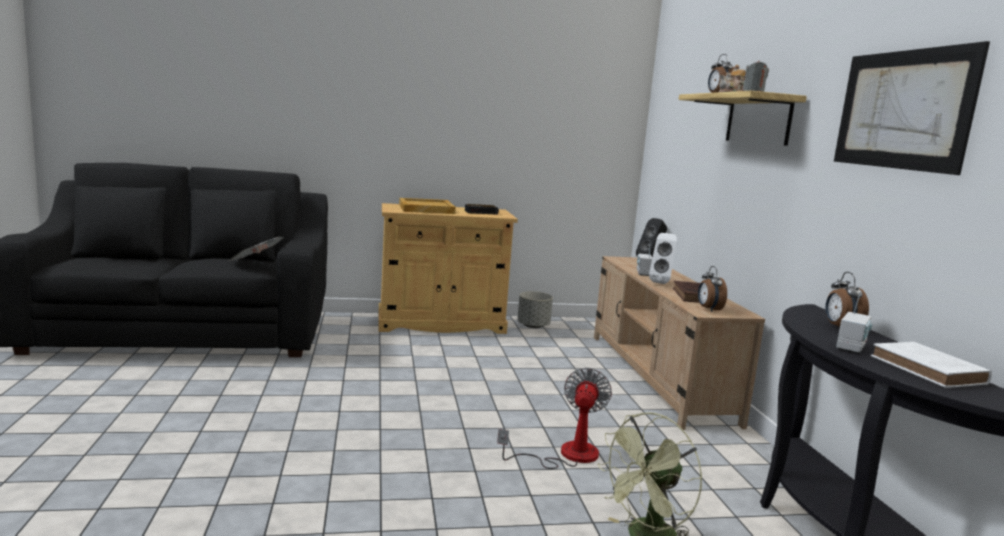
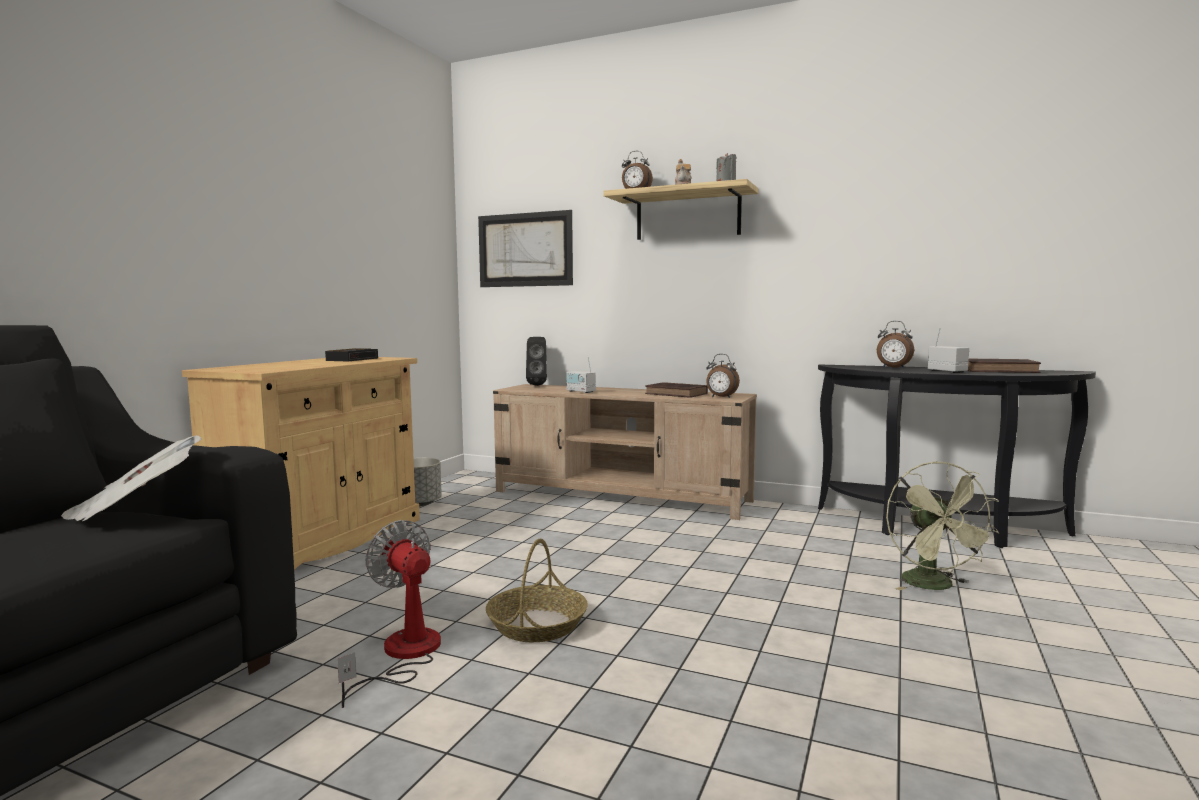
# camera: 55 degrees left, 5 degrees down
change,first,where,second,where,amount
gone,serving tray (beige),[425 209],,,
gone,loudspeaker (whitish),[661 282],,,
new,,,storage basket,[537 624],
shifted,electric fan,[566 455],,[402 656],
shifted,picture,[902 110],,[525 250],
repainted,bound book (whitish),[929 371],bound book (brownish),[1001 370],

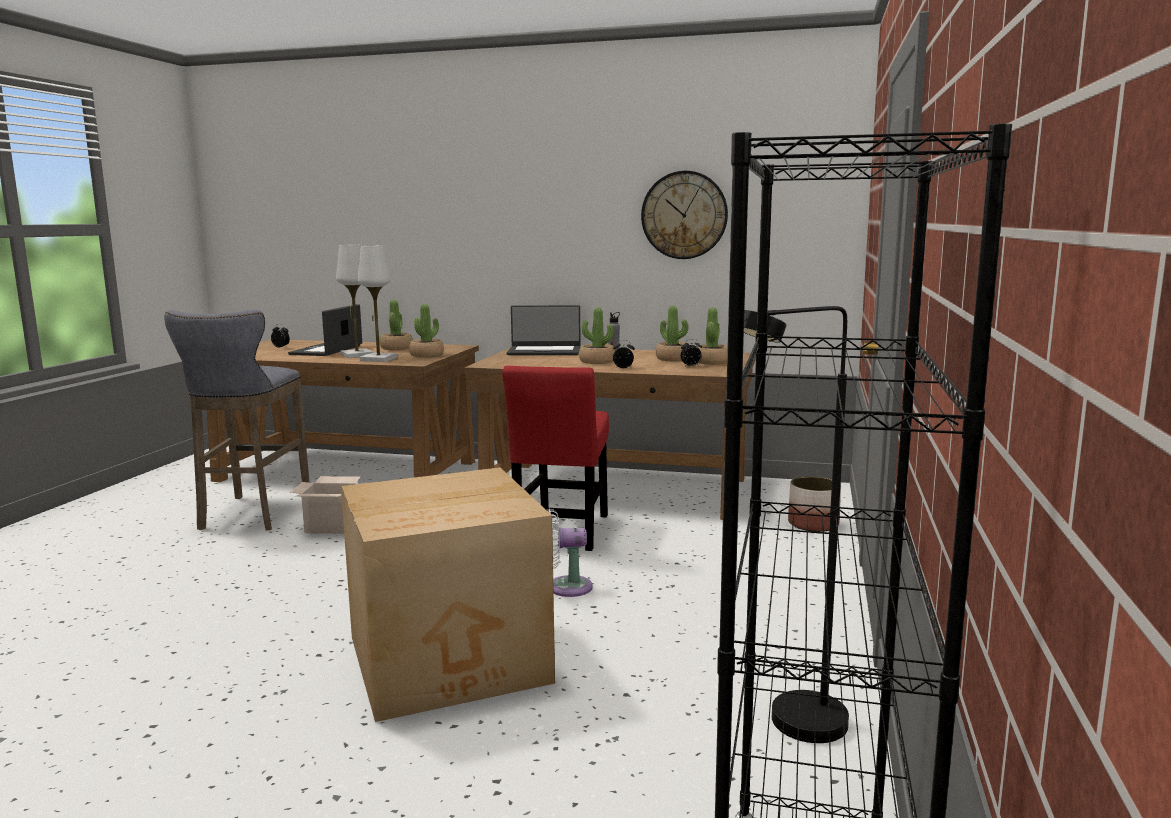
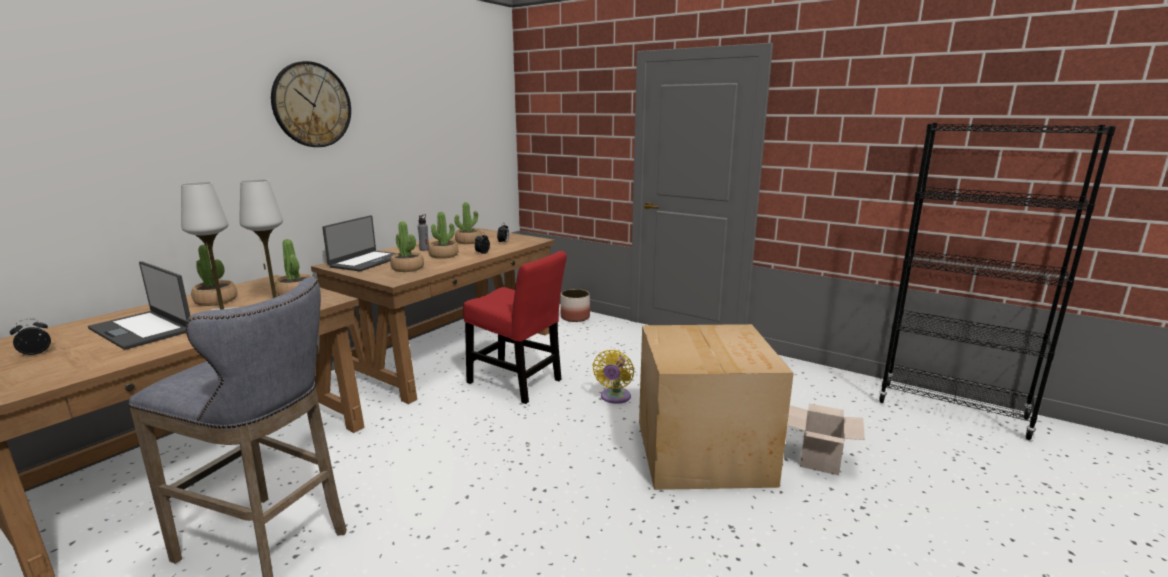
# camera: 70 degrees left, 5 degrees up
change,first,where,second,where,amount
gone,standard lamp (black-coloured),[793 728],,,
shifted,cardboard box,[333 527],,[819 458],
shifted,wall clock,[684 215],,[312 105],
shifted,potted plant,[712 362],,[408 268],
repainted,electric fan (whitish),[564 587],electric fan (yellowish),[614 398],

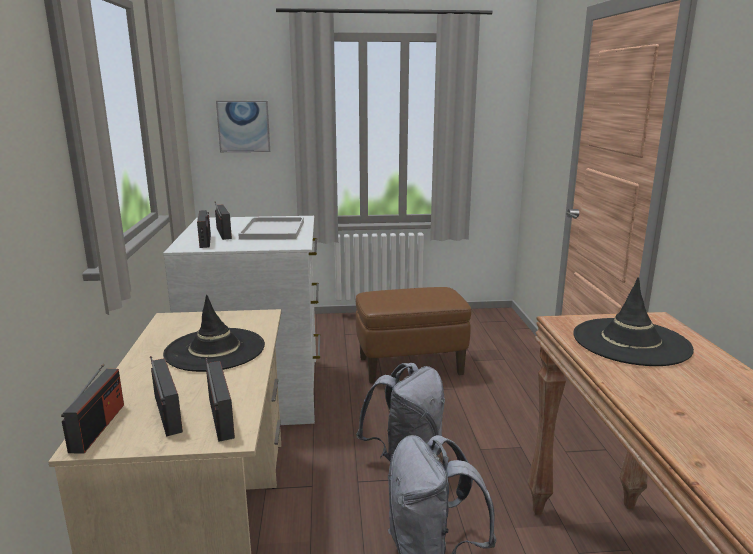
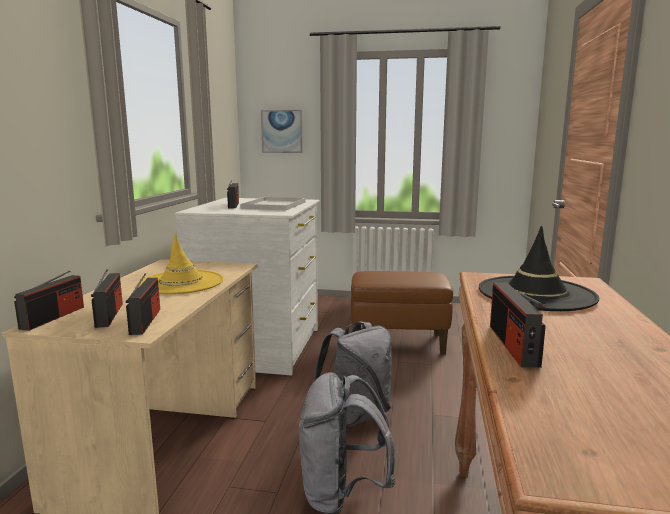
# camera: 15 degrees right, 5 degrees down
change,first,where,second,where,amount
shifted,radio set,[205 241],,[513 345],
repainted,wearable hat (black-coloured),[215 350],wearable hat (yellowish),[181 283],

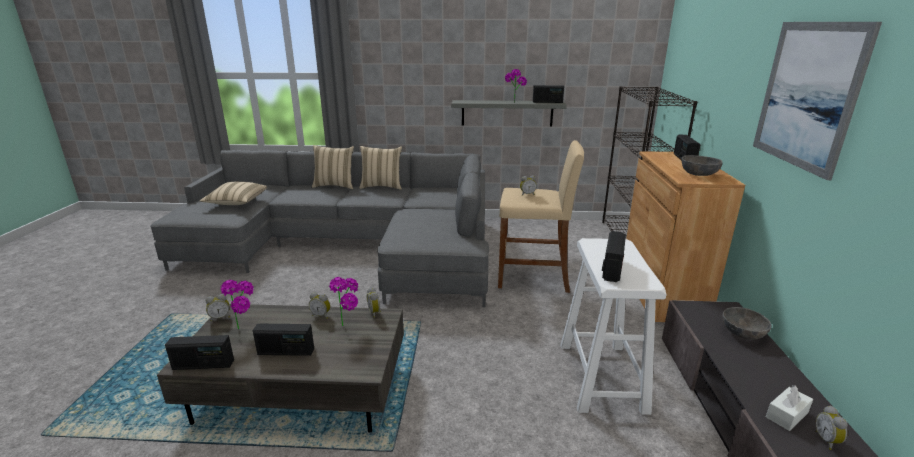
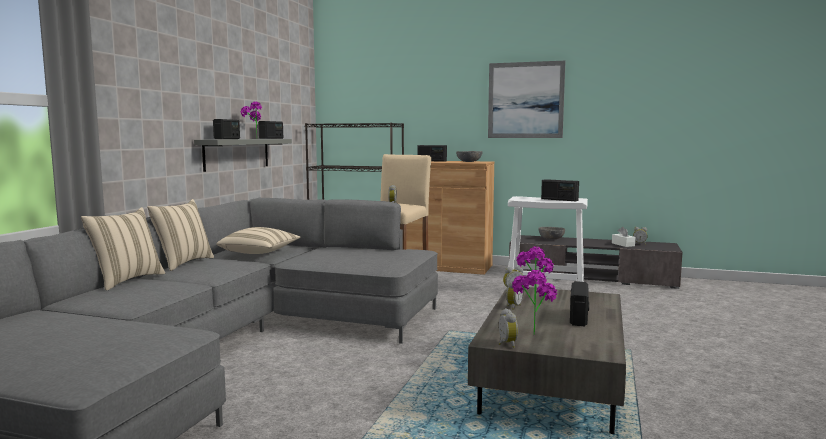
# camera: 75 degrees left, 15 degrees down
change,first,where,second,where,amount
shifted,radio set,[203 365],,[227 139],
shifted,pillow (beige),[236 203],,[259 252],

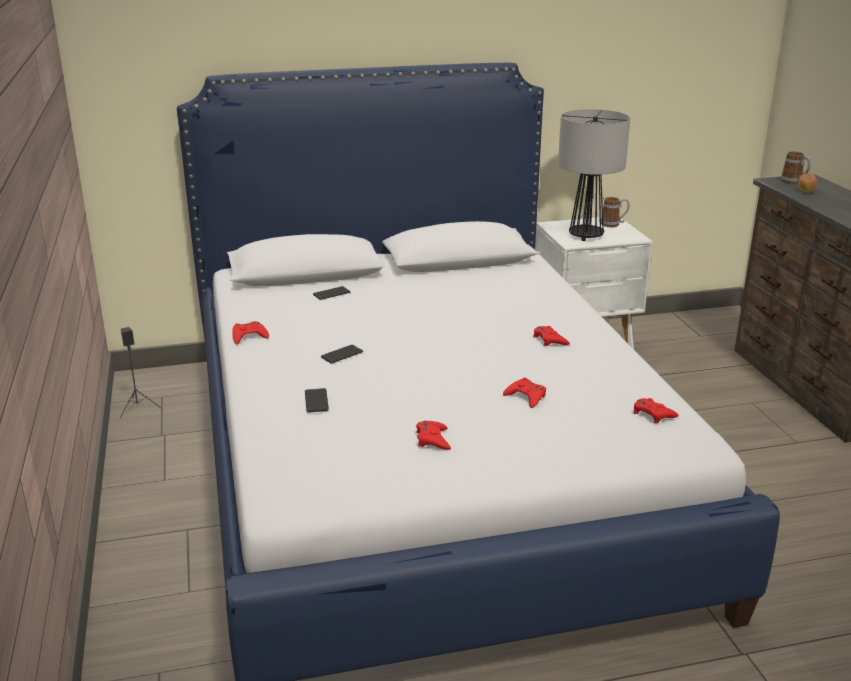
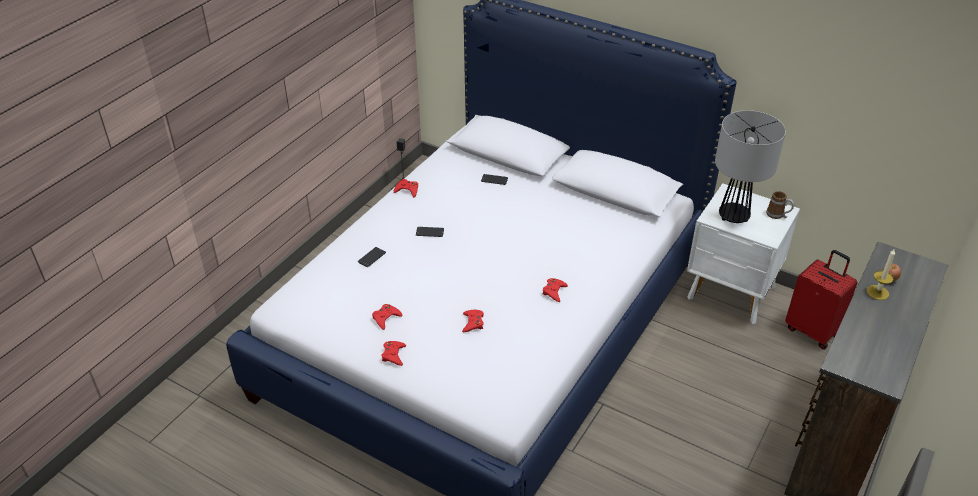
# camera: 45 degrees right, 15 degrees up
change,first,where,second,where,amount
gone,tea mug,[794 182],,,
new,,,piece of luggage (reddish),[812 331],
new,,,candle,[877 292],
shifted,joypad (reddish),[653 414],,[393 355],

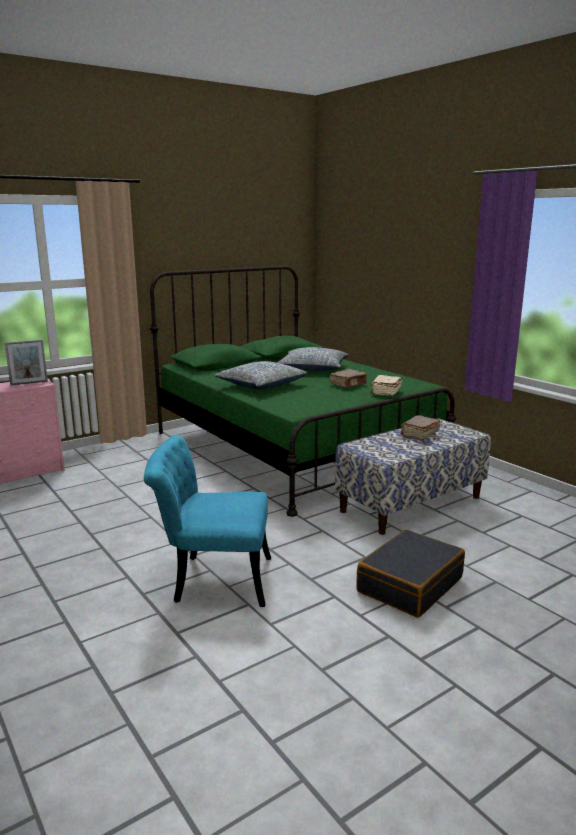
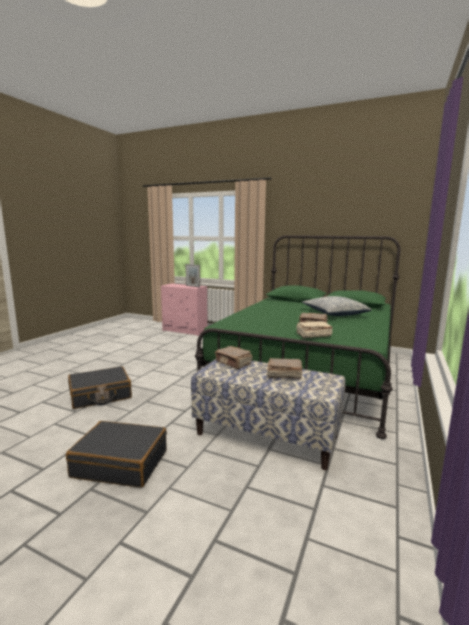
# camera: 60 degrees right, 5 degrees down
change,first,where,second,where,amount
gone,pillow,[261 385],,,
new,,,bound book (brownish),[233 363],
swapped,upright chair (blue-green),[212 580],piece of luggage (black-coloured),[100 395],

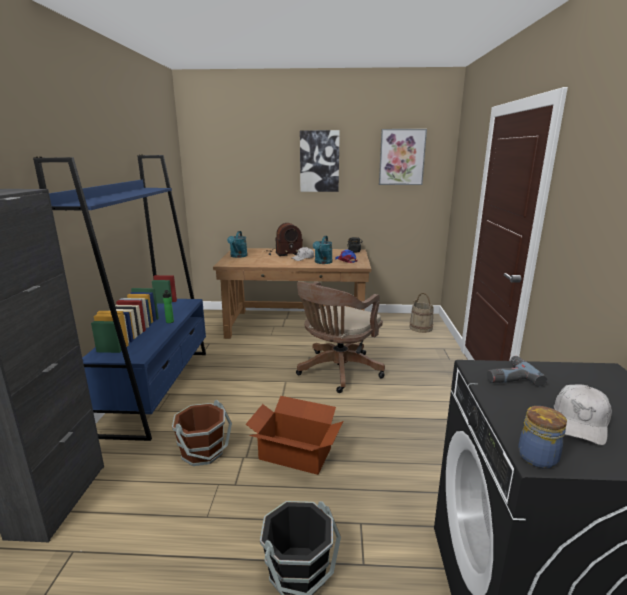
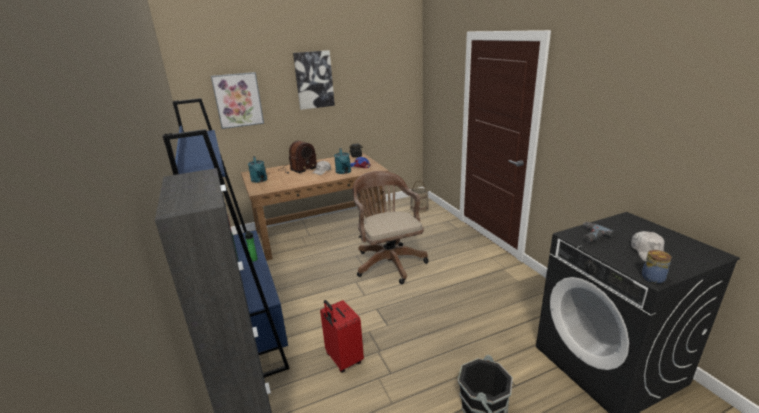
# camera: 25 degrees left, 5 degrees up
change,first,where,second,where,amount
gone,cardboard box,[295 453],,,
shifted,picture,[402 157],,[238 100],
swapped,bucket (brownish),[203 452],piece of luggage (reddish),[343 359],
rotated,desk chair (brownish),[337 372],,[388 261],150 degrees clockwise

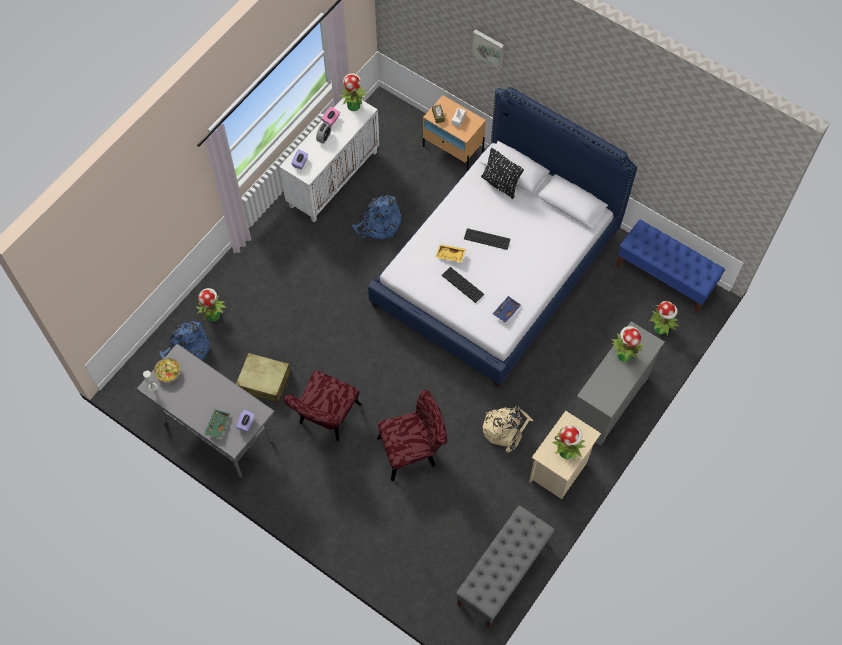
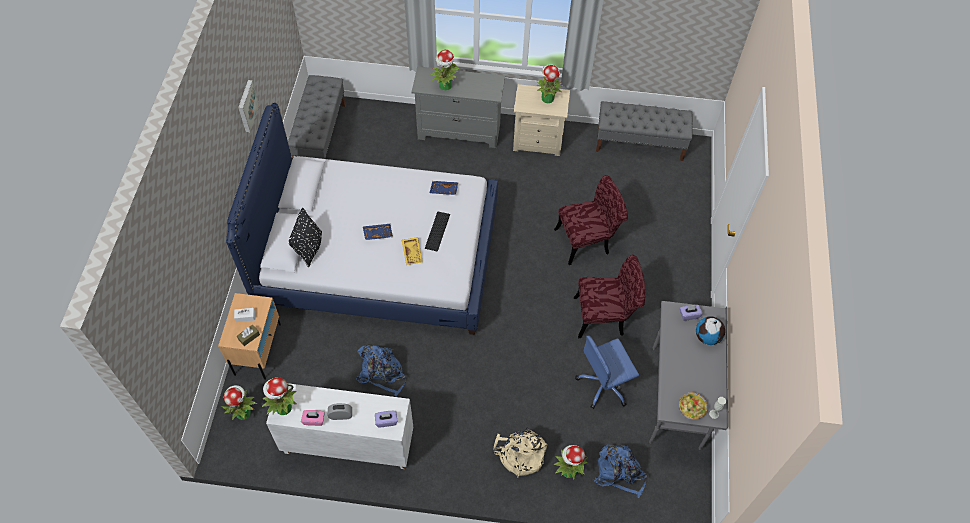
# camera: 120 degrees left, 5 degrees down
change,first,where,second,where,amount
shifted,picture,[488 48],,[246 106],
shifted,backpack (beige),[505 428],,[520 455],
shifted,potted plant,[661 328],,[243 412],
swapped,serving tray (greenish),[217 425],globe,[707 337],
swapped,piece of luggage (beige),[264 381],desk chair (blue-coloured),[604 384],
swapped,computer keyboard,[487 239],serving tray (blue-coloured),[378 233],
repainted,bench (blue-coloured),[665 277],bench (gray),[320 135],
rotated,upright chair (reddish),[413 450],,[587 240],120 degrees clockwise

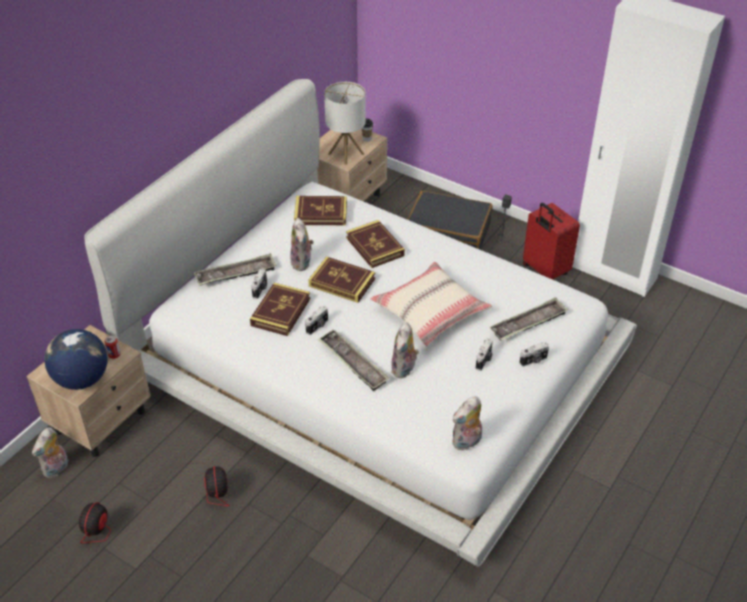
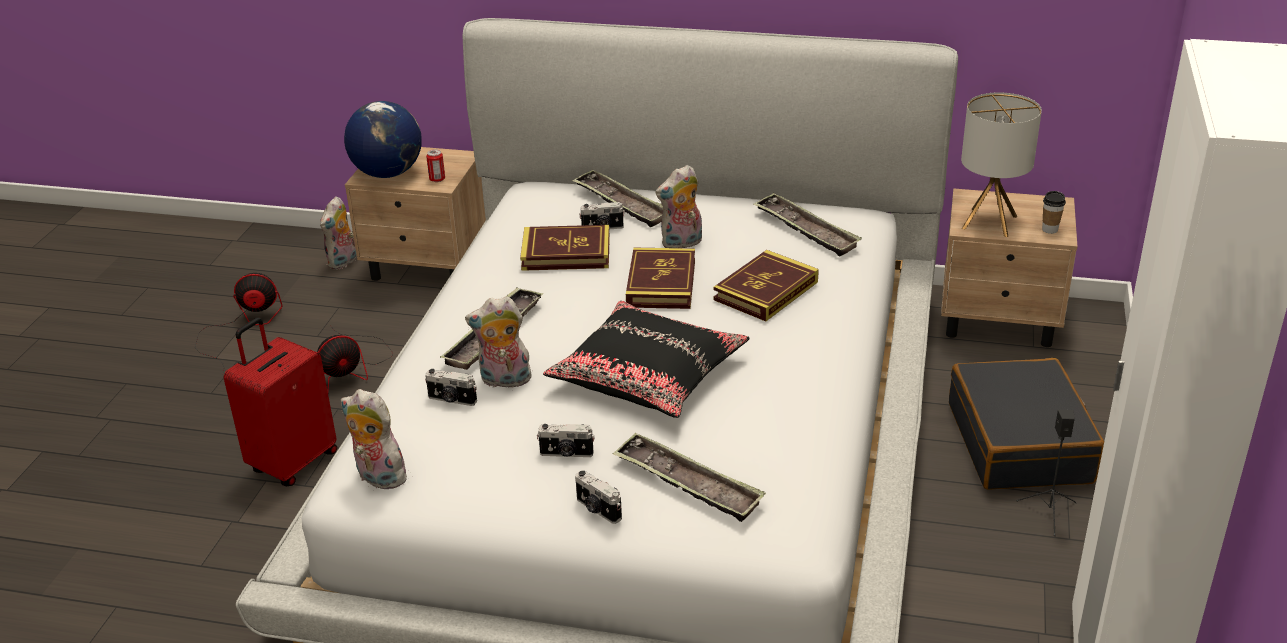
# camera: 70 degrees right, 10 degrees down
change,first,where,second,where,amount
shifted,photo camera,[318 326],,[452 400],
shifted,piece of luggage (reddish),[544 270],,[292 462],
swapped,bound book,[321 213],serving tray,[806 230],
repainted,pillow (beige),[430 312],pillow (black-coloured),[648 375],
rotated,cuddly toy,[56 469],,[344 262],75 degrees counterclockwise

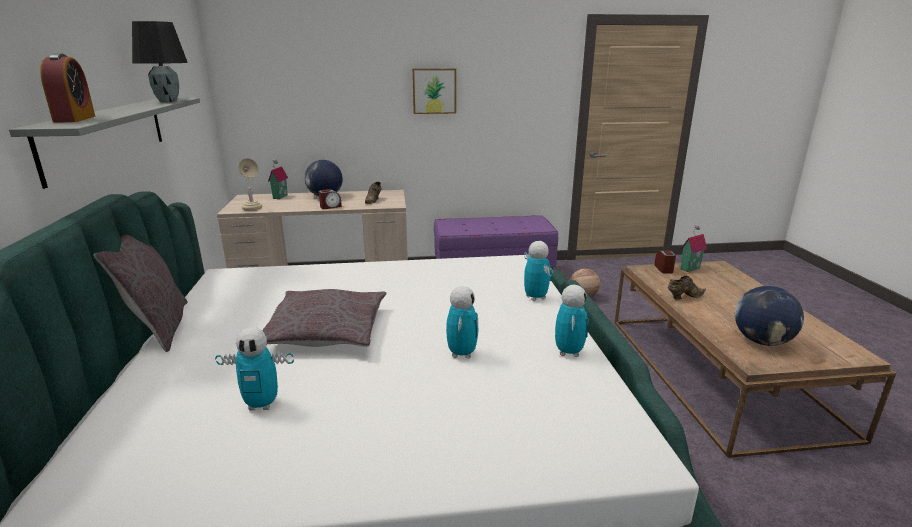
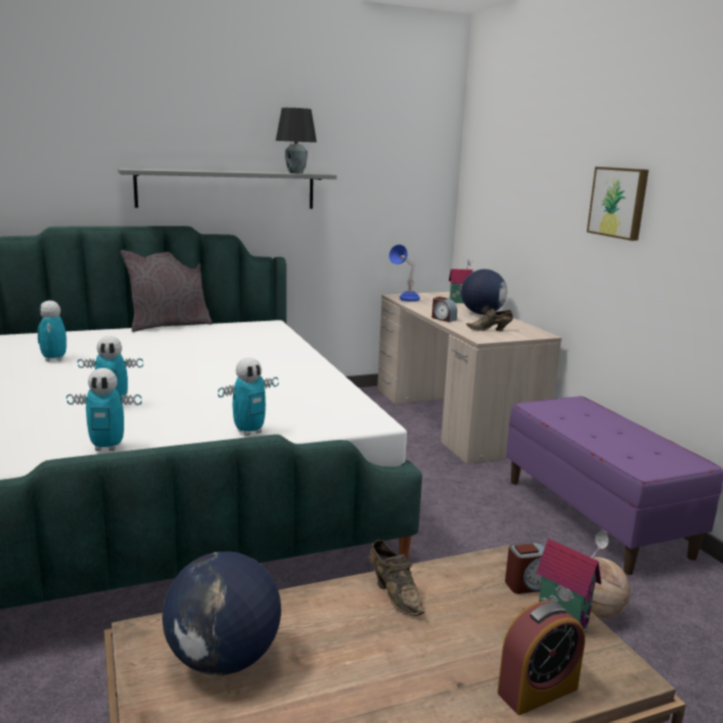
# camera: 75 degrees right, 5 degrees down
change,first,where,second,where,amount
gone,pillow (gray),[325 331],,,
shifted,alarm clock,[75 119],,[537 690],
repainted,lamp for a table (beige),[253 209],lamp for a table (blue-coloured),[405 300],

